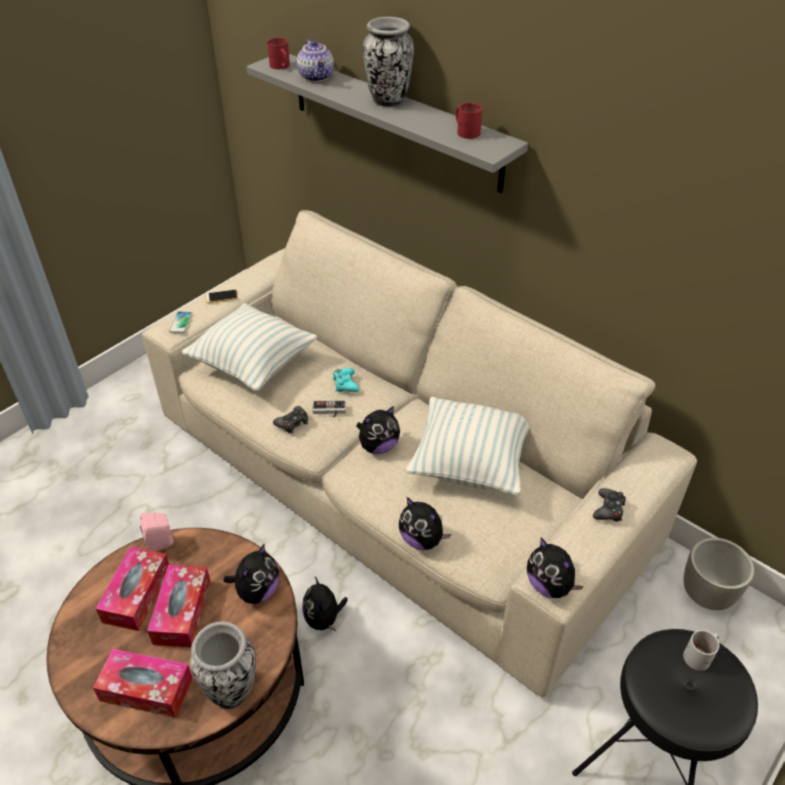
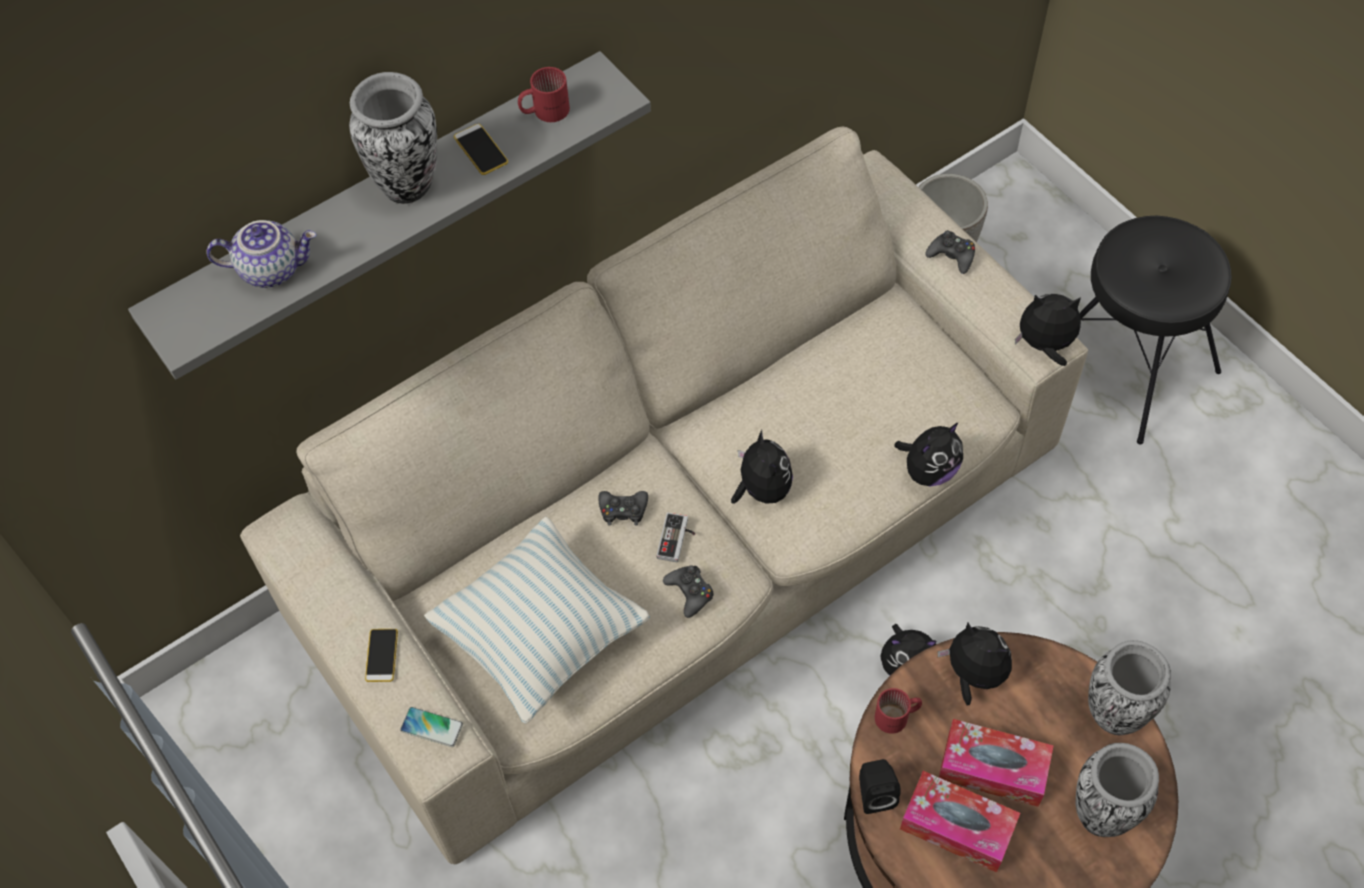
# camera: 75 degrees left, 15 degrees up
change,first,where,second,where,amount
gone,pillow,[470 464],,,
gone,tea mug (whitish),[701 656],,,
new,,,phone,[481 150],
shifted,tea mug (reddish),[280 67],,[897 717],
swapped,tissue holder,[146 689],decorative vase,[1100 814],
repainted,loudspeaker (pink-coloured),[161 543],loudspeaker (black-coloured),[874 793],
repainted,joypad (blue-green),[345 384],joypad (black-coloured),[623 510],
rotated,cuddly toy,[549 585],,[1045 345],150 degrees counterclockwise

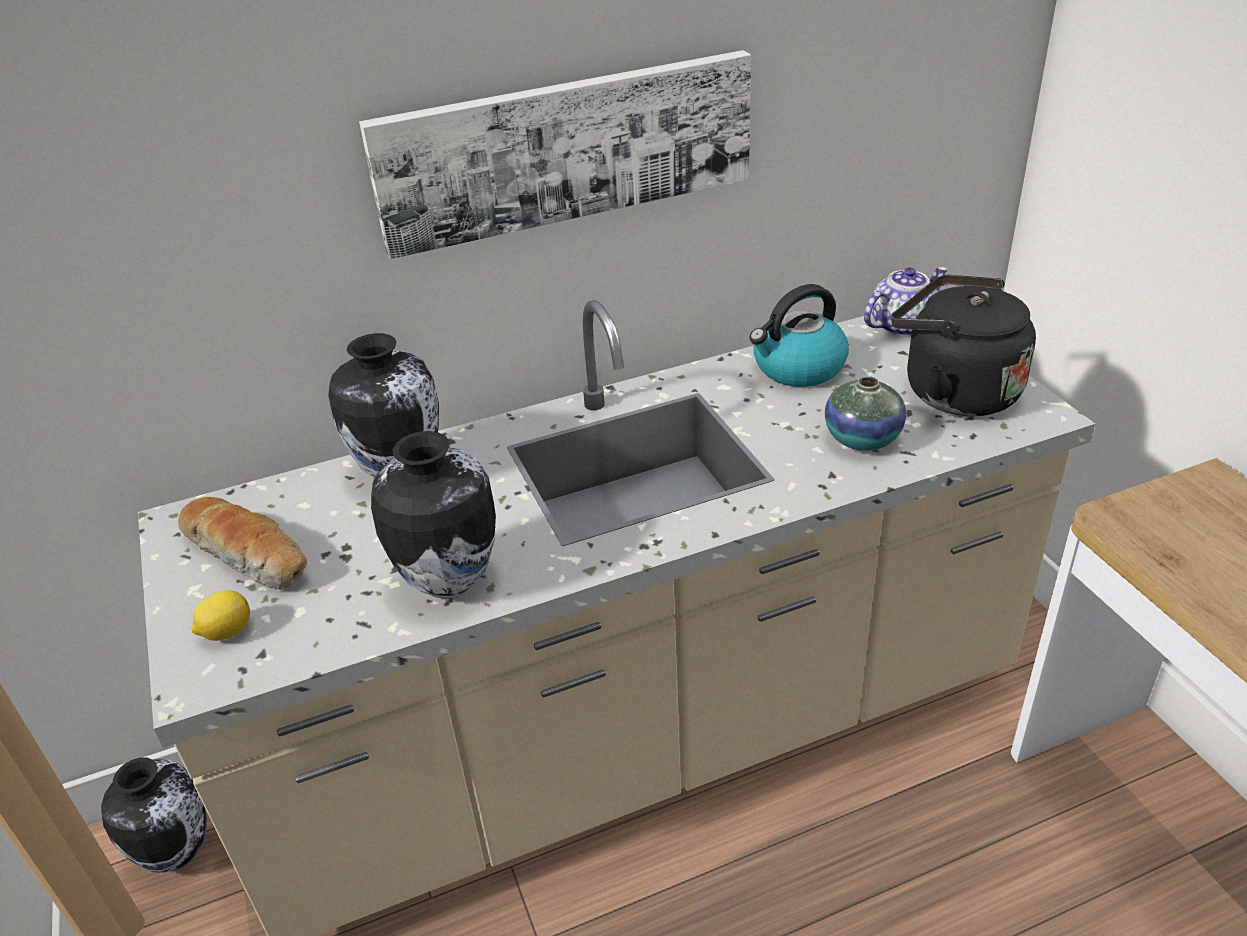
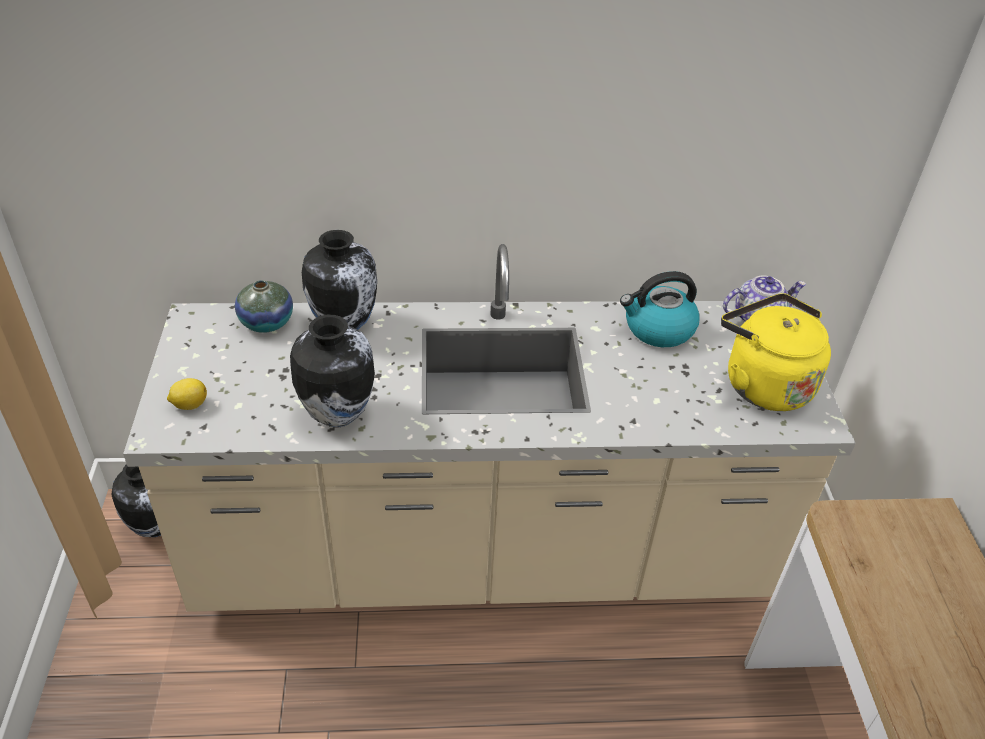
# camera: 15 degrees right, 5 degrees up
change,first,where,second,where,amount
gone,bakery bread,[250 555],,,
gone,picture,[566 149],,,
shifted,decorative vase,[862 438],,[266 322],
repainted,tea kettle (black-coloured),[953 391],tea kettle (yellowish),[763 383],

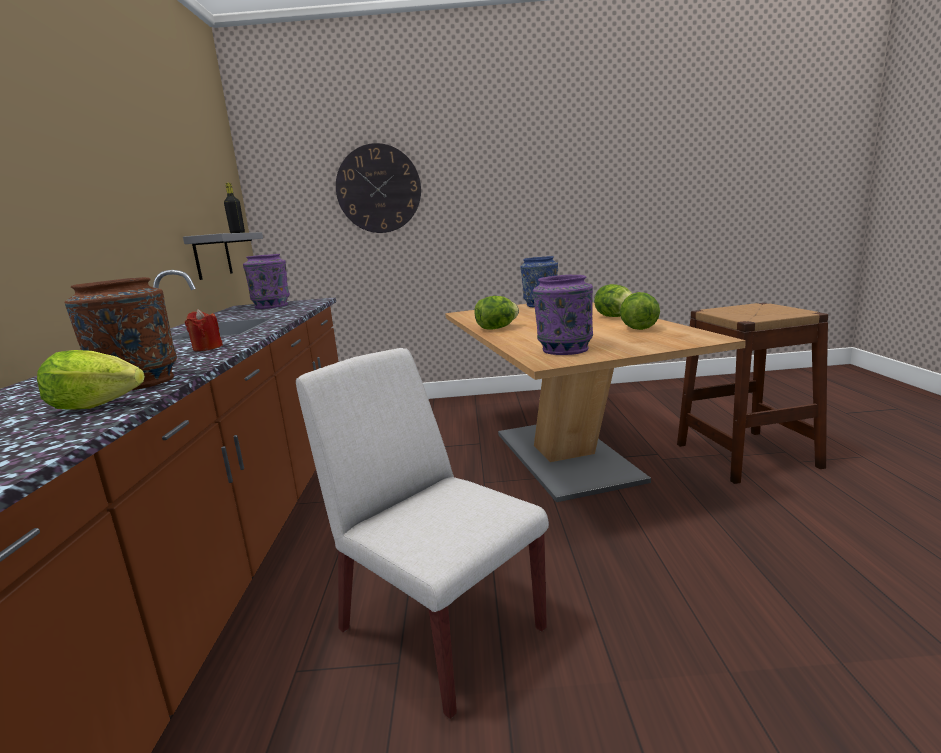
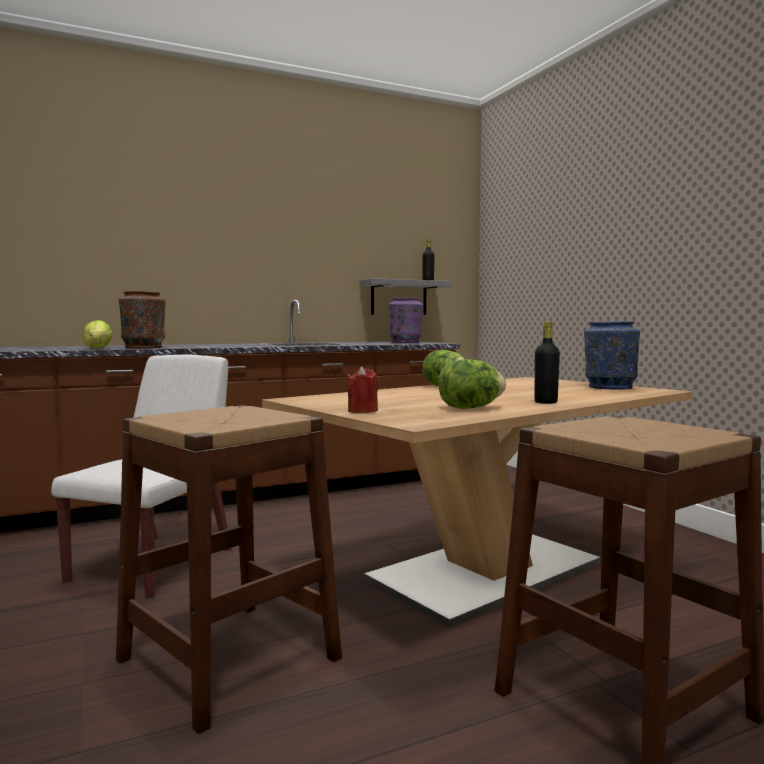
# camera: 65 degrees right, 10 degrees down
change,first,where,second,where,amount
gone,wall clock,[378 189],,,
gone,decorative vase (purple),[564 349],,,
new,,,sitting stool (brownish),[228 659],
shifted,candle (reddish),[207 348],,[362 411],
swapped,lettuce,[615 317],bottle (black-coloured),[545 402],

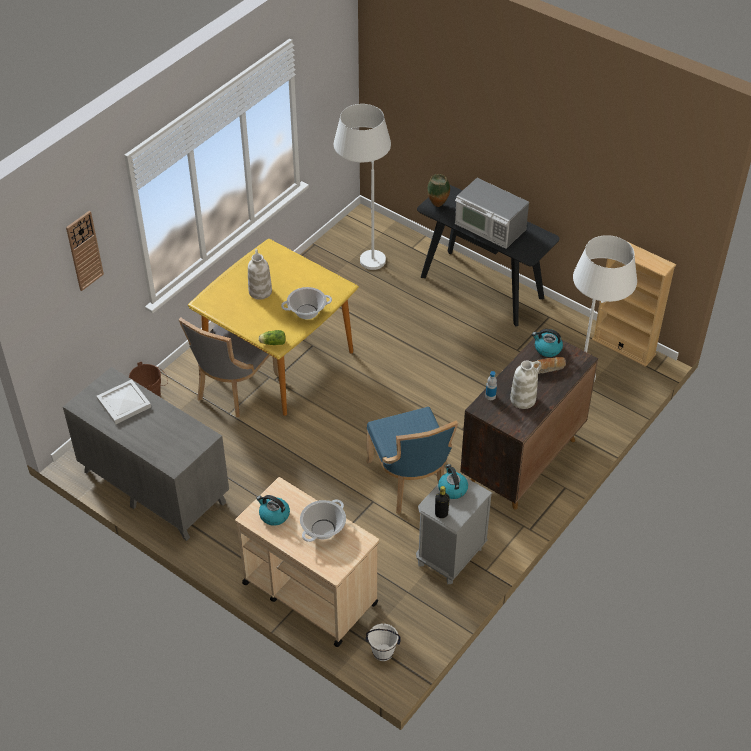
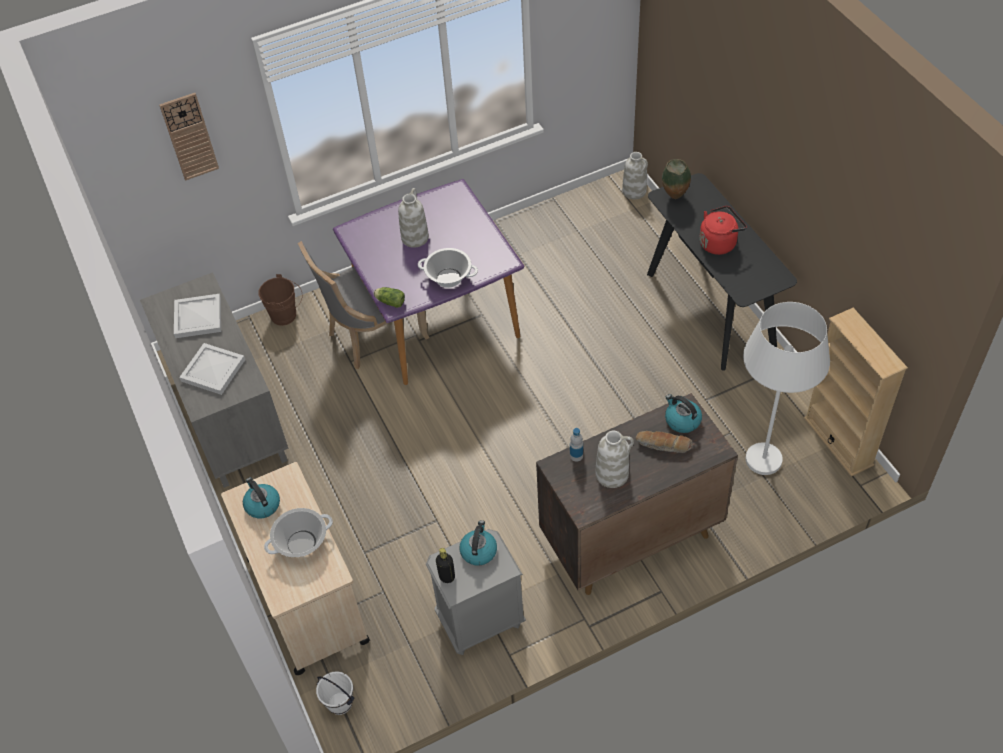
# camera: 30 degrees right, 5 degrees up
change,first,where,second,where,amount
gone,standard lamp (whitish),[363 253],,,
gone,upright chair (blue-coloured),[410 482],,,
new,,,serving tray (whitish),[213 369],
new,,,decorative vase (whitish),[634 191],
swapped,kitchen microwave,[489 227],tea kettle (reddish),[719 242],
repainted,kitchen table (yellowish),[278 360],kitchen table (purple),[436 319],

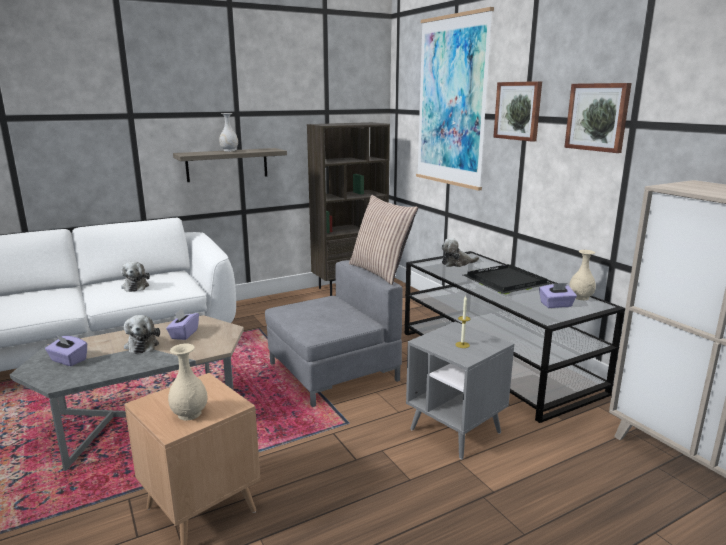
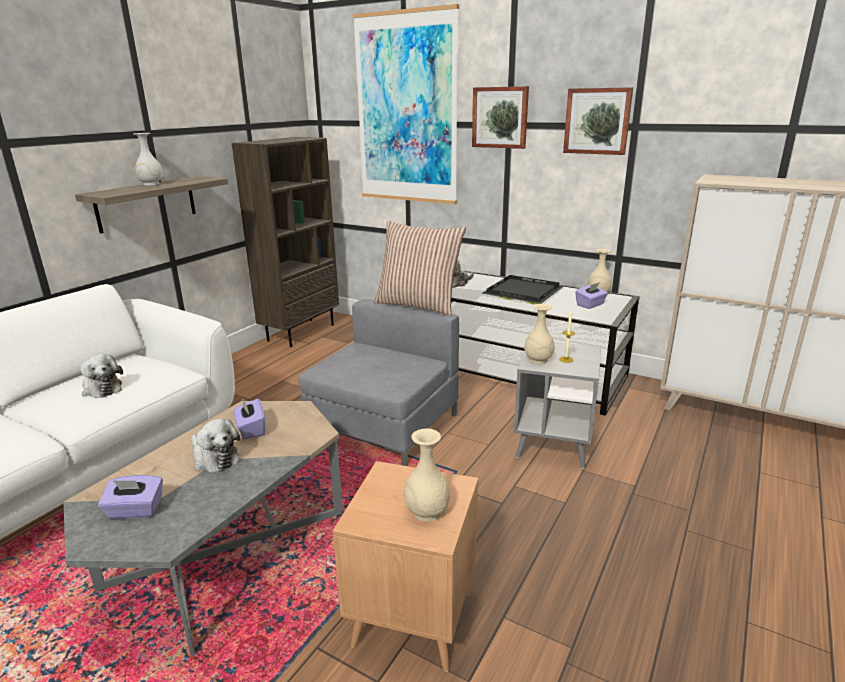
# camera: 30 degrees left, 5 degrees up
change,first,where,second,where,amount
new,,,decorative vase (beige),[538 360],

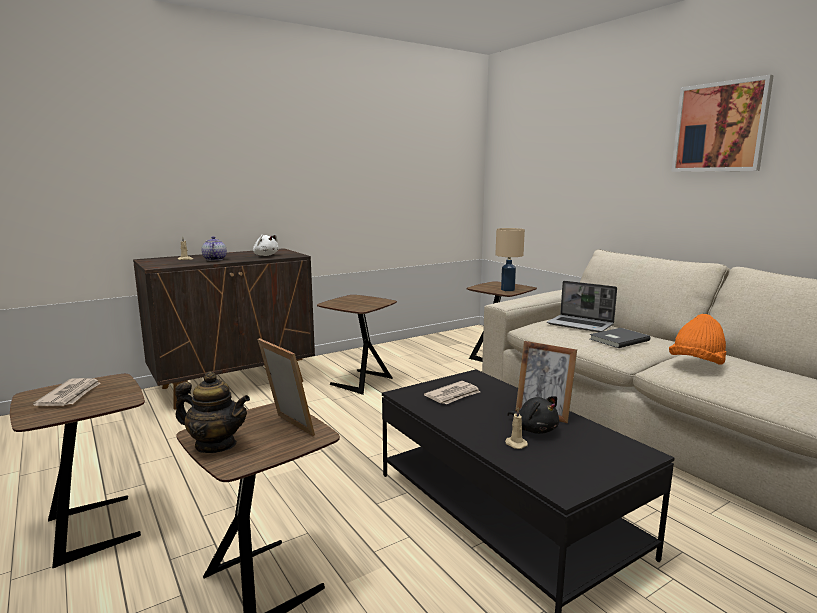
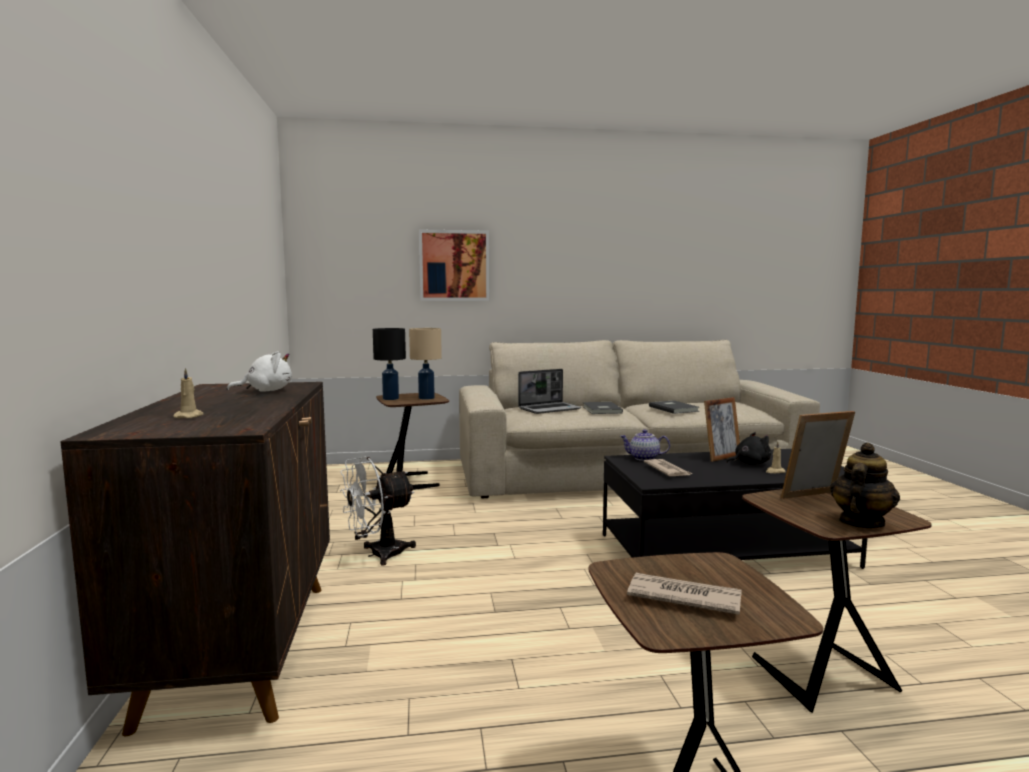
# camera: 65 degrees left, 5 degrees down
change,first,where,second,where,amount
new,,,lamp for a table (black-coloured),[390 398],
shifted,pot for tea,[214 259],,[643 458],
shifted,picture,[720 127],,[454 265],
swapped,end table (brownish),[359 382],electric fan (whitish),[378 554],
swapped,wearable hat (orange),[696 364],bound book (gray),[674 408],

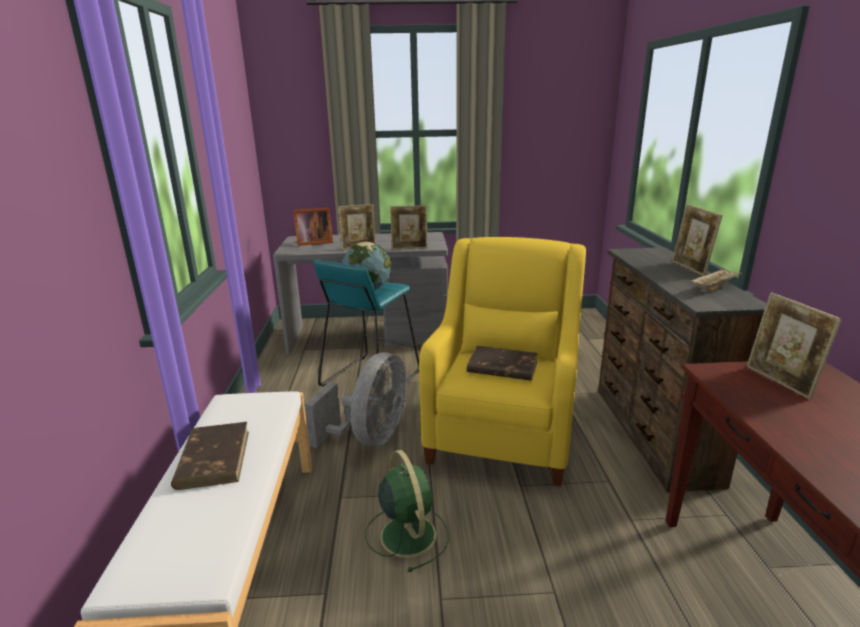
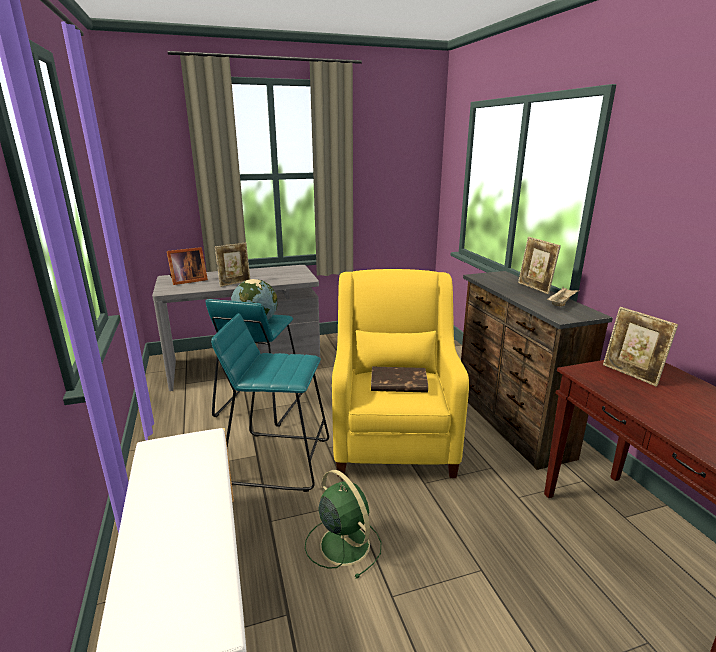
# camera: 15 degrees left, 0 degrees up
change,first,where,second,where,amount
gone,bound book (brownish),[214 458],,,
gone,standing frame,[409 248],,,
swapped,electric fan (gray),[370 437],sitting stool (blue-green),[279 460],

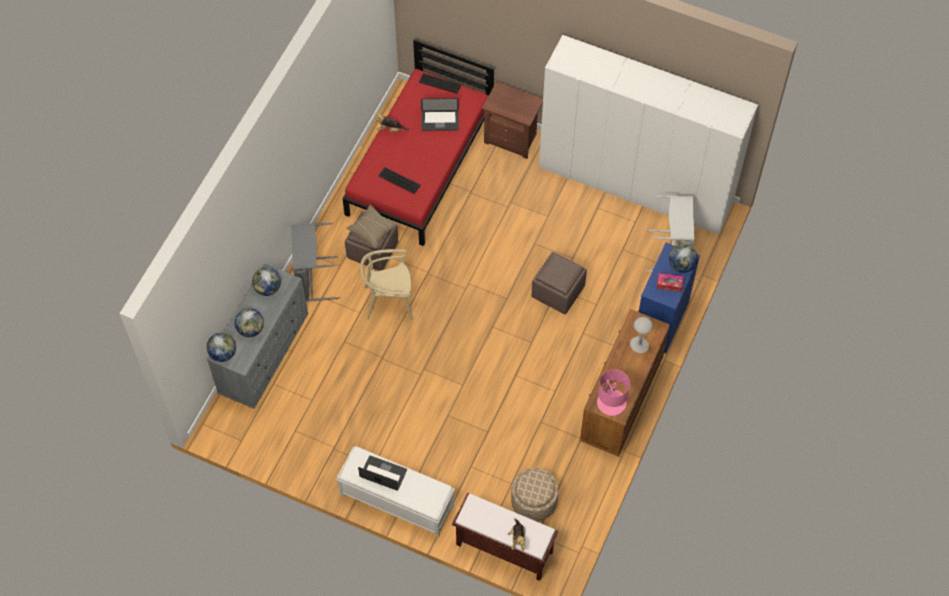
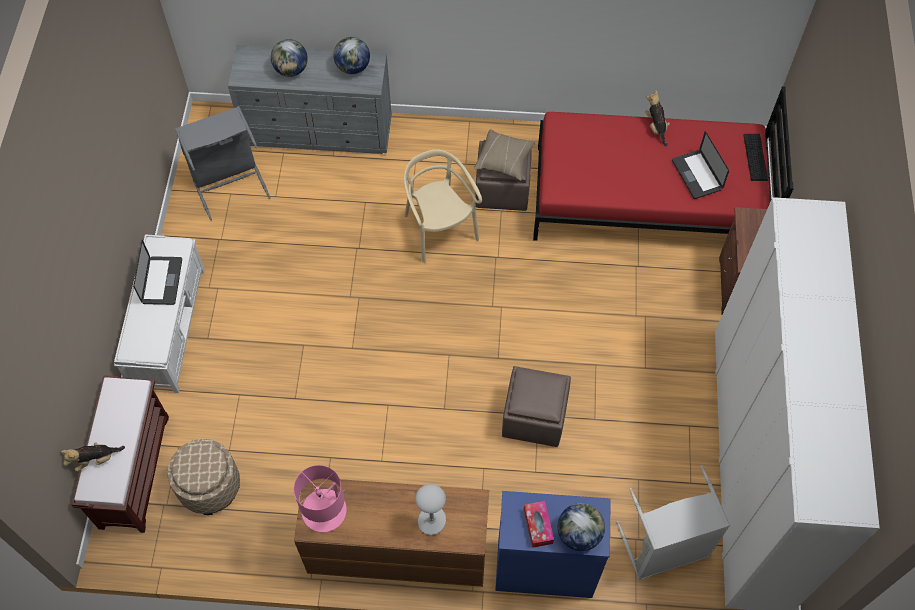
# camera: 70 degrees right, 0 degrees up
change,first,where,second,where,amount
gone,globe,[223 353],,,
gone,computer keyboard,[399 180],,,
shifted,hamper (gray),[312 279],,[229 183],

